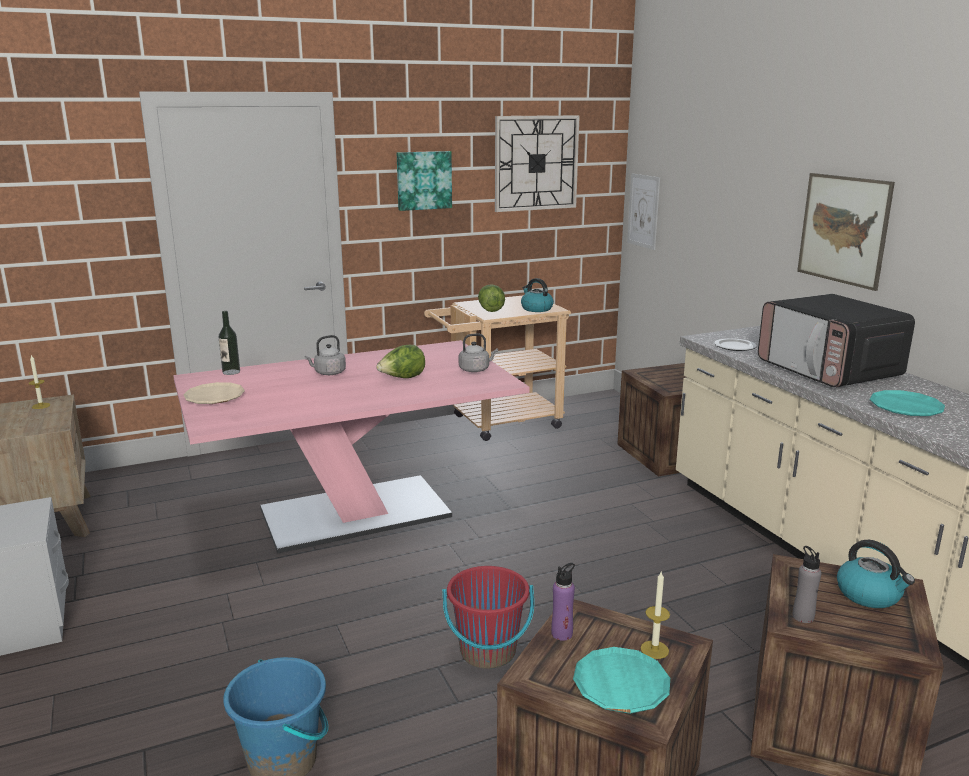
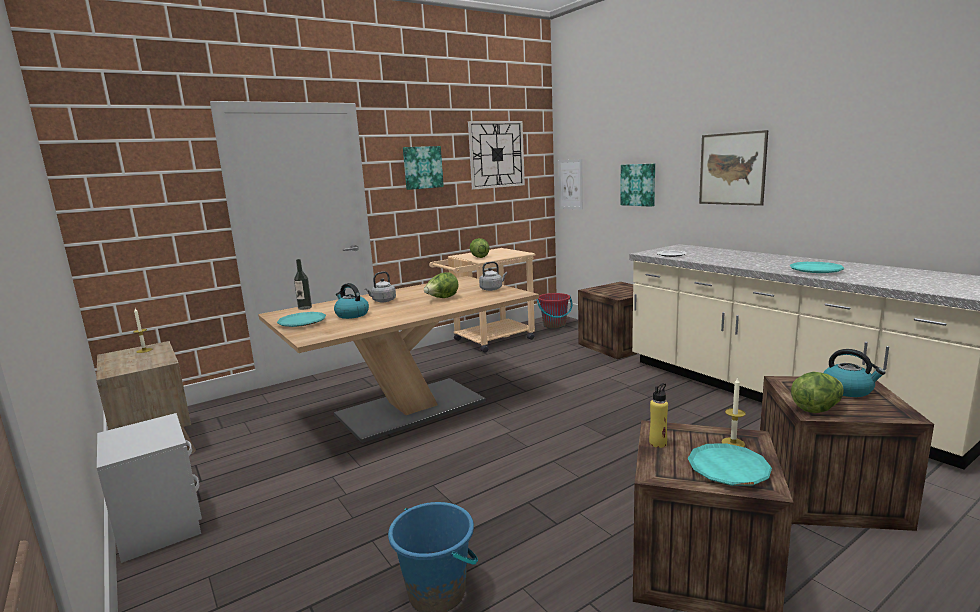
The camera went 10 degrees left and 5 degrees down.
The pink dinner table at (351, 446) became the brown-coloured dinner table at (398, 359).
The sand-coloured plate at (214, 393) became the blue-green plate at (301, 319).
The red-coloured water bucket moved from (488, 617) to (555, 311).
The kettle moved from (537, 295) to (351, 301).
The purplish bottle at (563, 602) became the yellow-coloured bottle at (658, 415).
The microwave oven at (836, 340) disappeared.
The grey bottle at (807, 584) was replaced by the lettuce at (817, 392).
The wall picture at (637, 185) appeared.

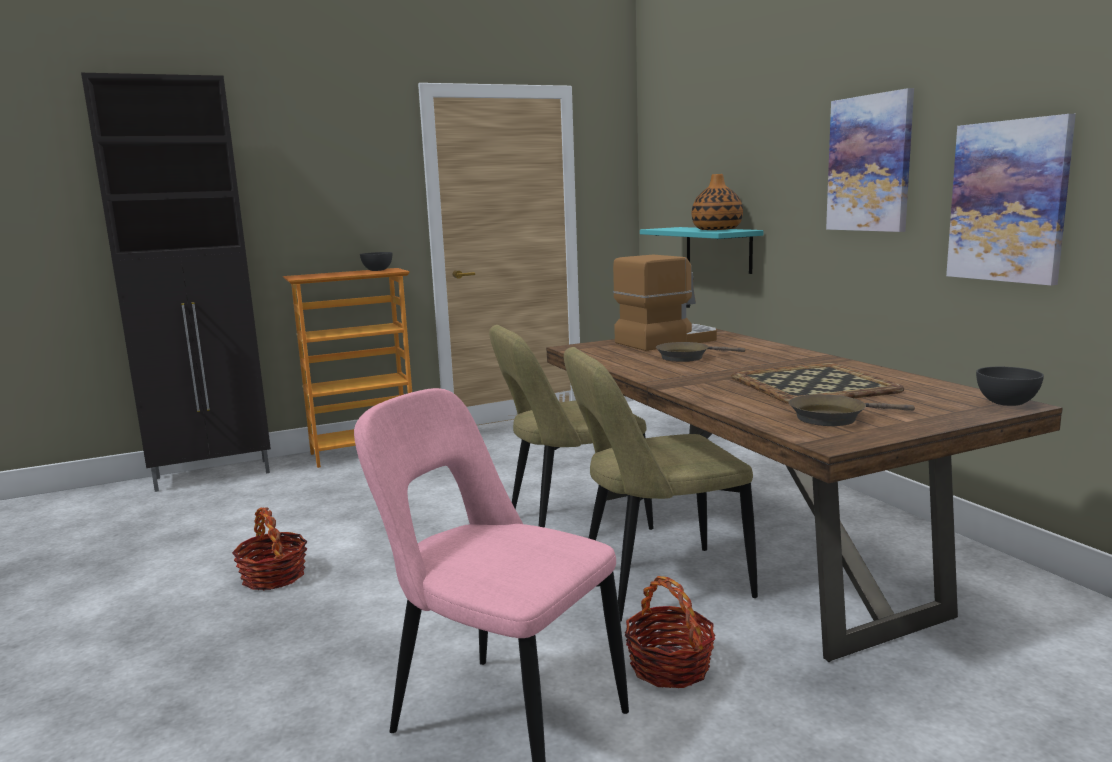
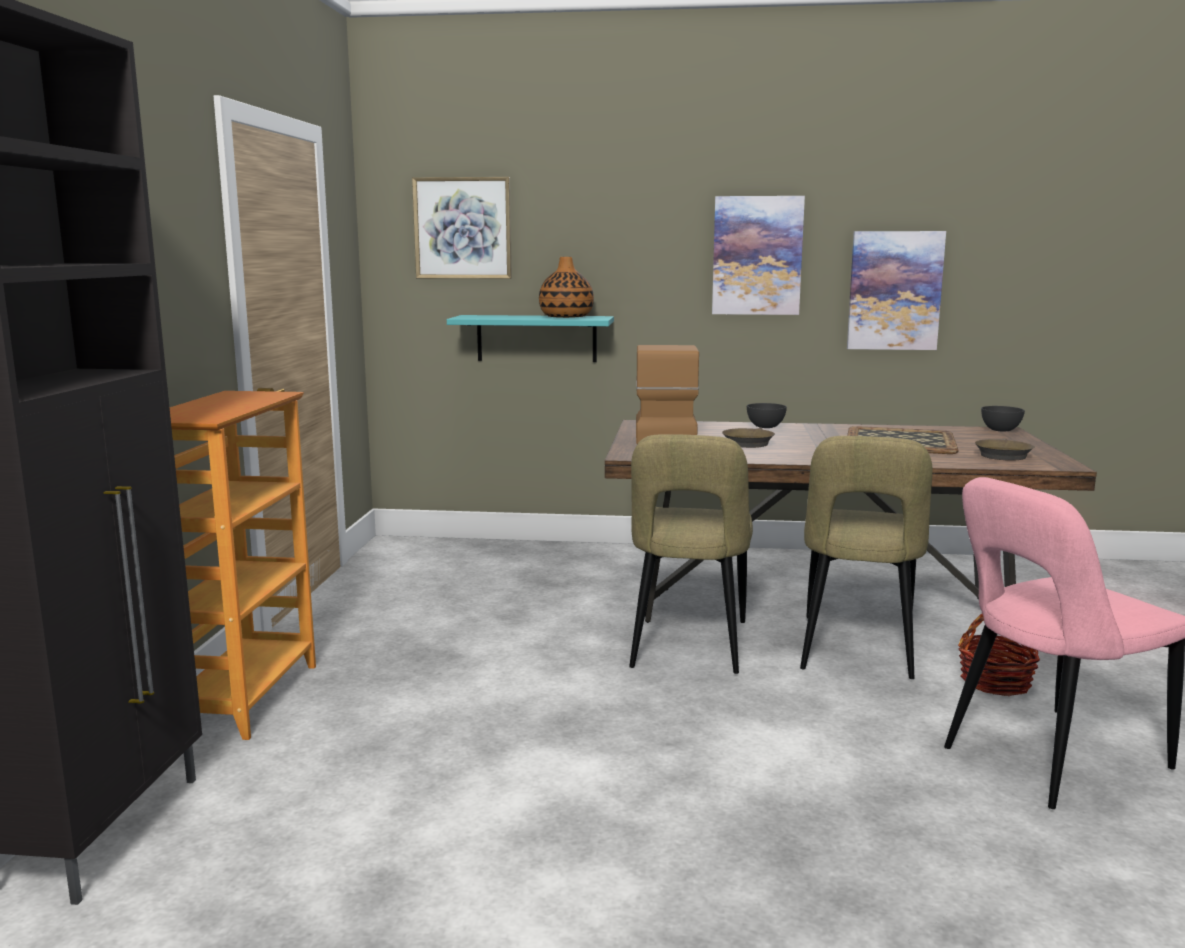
The camera went 60 degrees left and 0 degrees up.
The basket at (269, 548) disappeared.
The grey serving bowl moved from (376, 261) to (767, 415).
The wall picture at (462, 228) appeared.

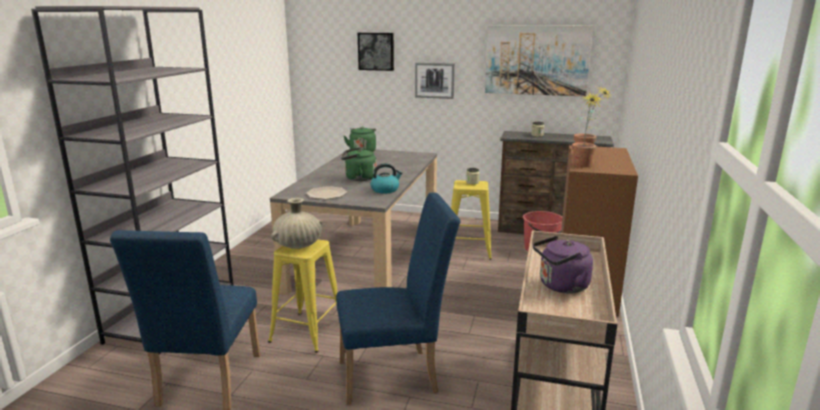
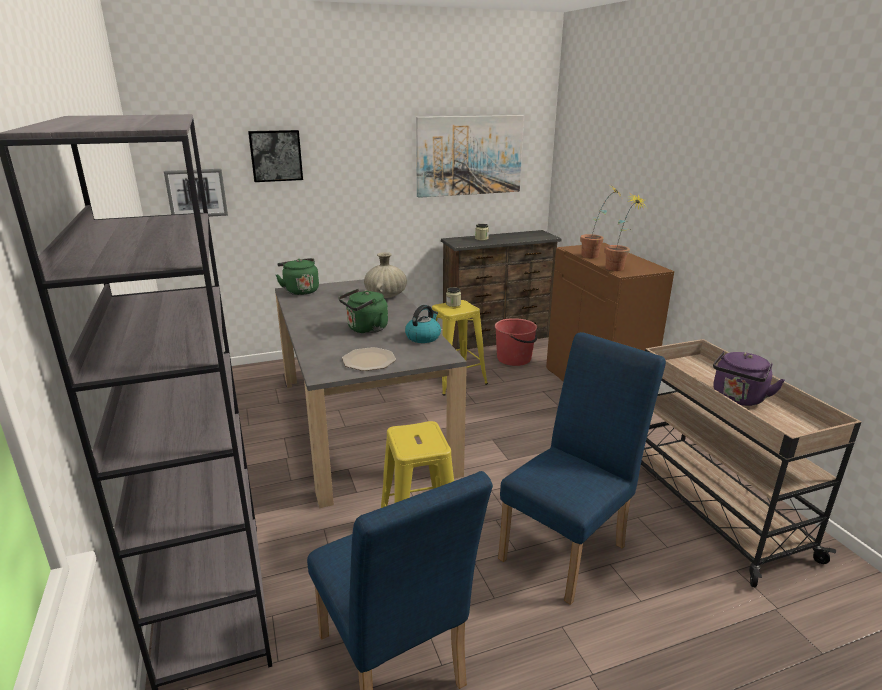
The camera went 35 degrees left and 5 degrees up.
The sand-coloured decorative vase moved from (296, 223) to (385, 275).
The wall picture moved from (435, 80) to (196, 193).

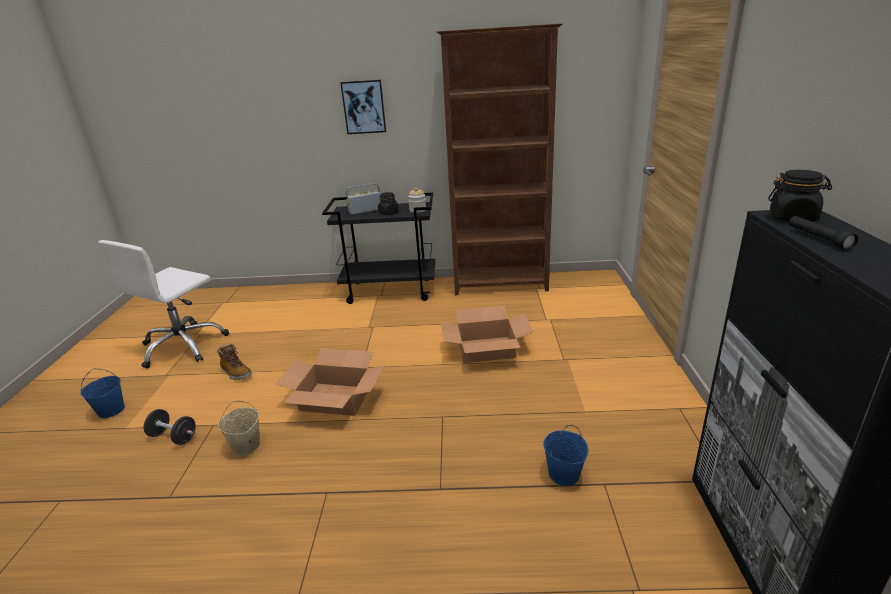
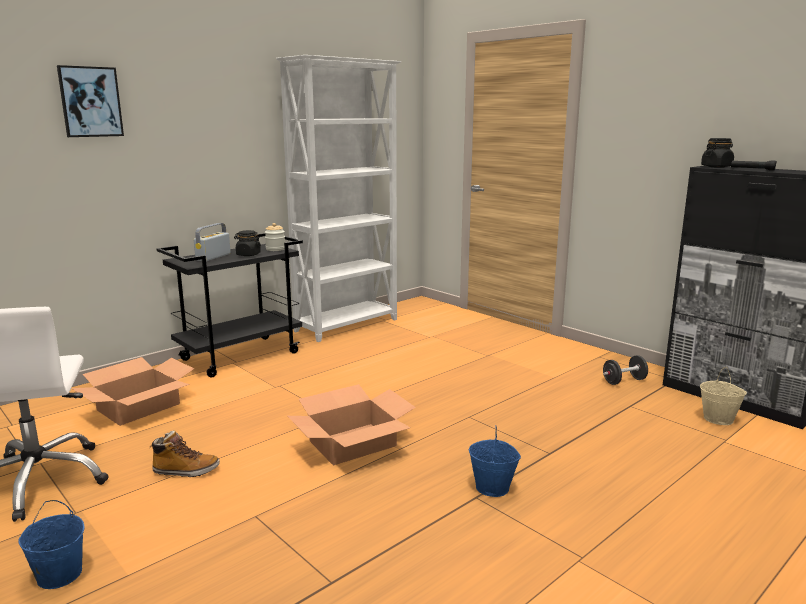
The camera went 45 degrees left and 10 degrees down.
The black-coloured free weight moved from (170, 427) to (625, 370).
The sand-coloured water bucket moved from (239, 428) to (723, 396).
The wall picture moved from (363, 107) to (90, 101).
The brown-coloured bookcase at (500, 159) became the whitish bookcase at (338, 198).
The cardboard box moved from (487, 334) to (132, 391).
The blue water bucket moved from (565, 455) to (495, 462).

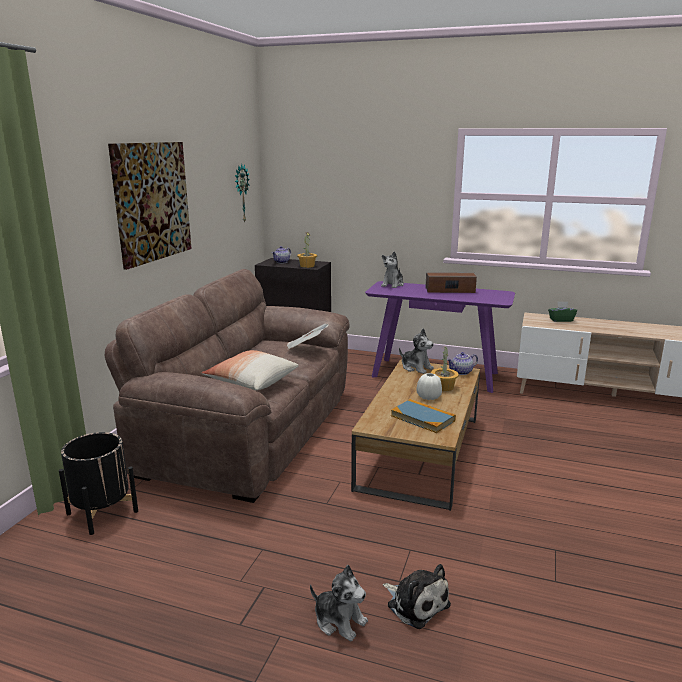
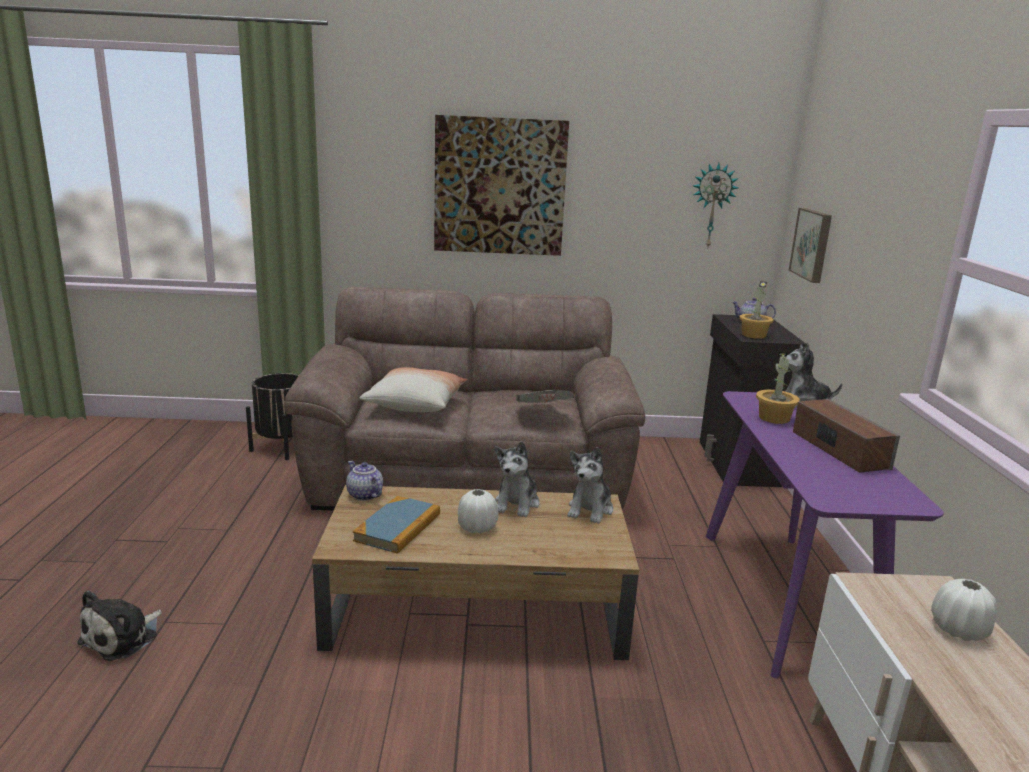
The camera went 70 degrees right and 0 degrees up.
The cuddly toy moved from (339, 603) to (517, 479).
The houseplant moved from (445, 368) to (778, 388).
The tea pot moved from (462, 363) to (364, 481).
The green-coloured box of tissues at (562, 311) was replaced by the whitish decorative vase at (964, 610).
The wall picture at (810, 245) appeared.

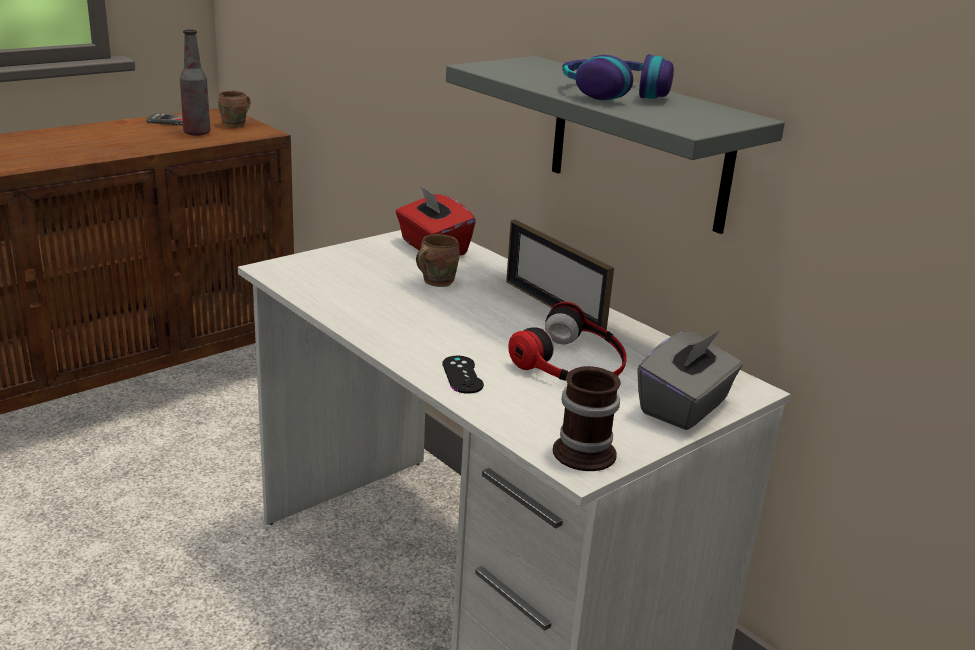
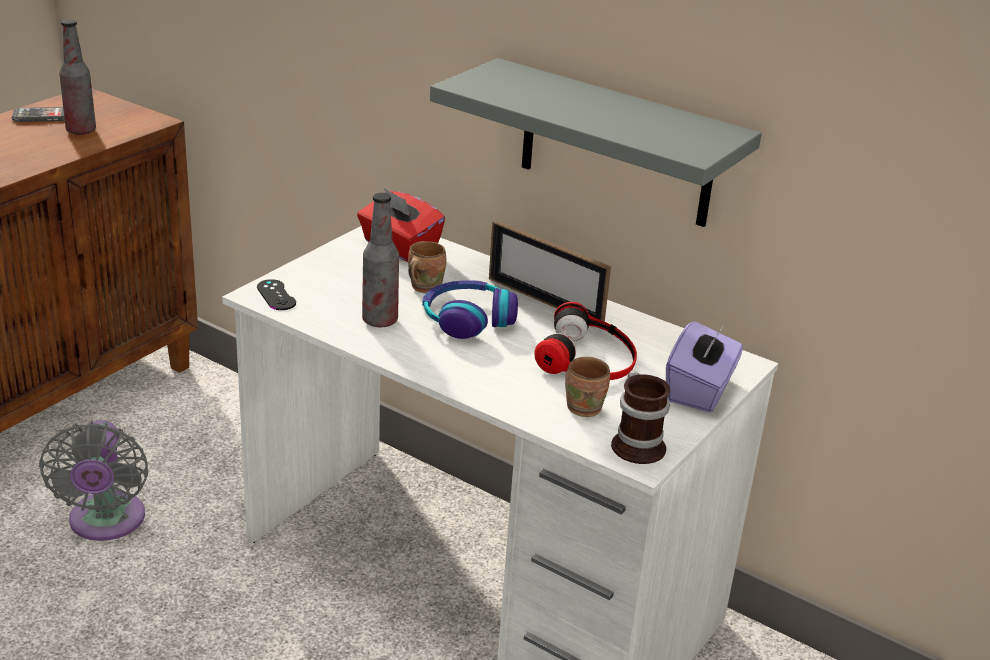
The camera went 15 degrees left and 5 degrees up.
The brown-coloured coffee mug moved from (234, 109) to (587, 387).
The black-coloured joypad moved from (463, 375) to (276, 294).
The headphones moved from (618, 77) to (470, 309).
The grey box of tissues at (690, 380) became the purplish box of tissues at (704, 366).
The grey electric fan at (94, 480) appeared.
The bottle at (380, 260) appeared.

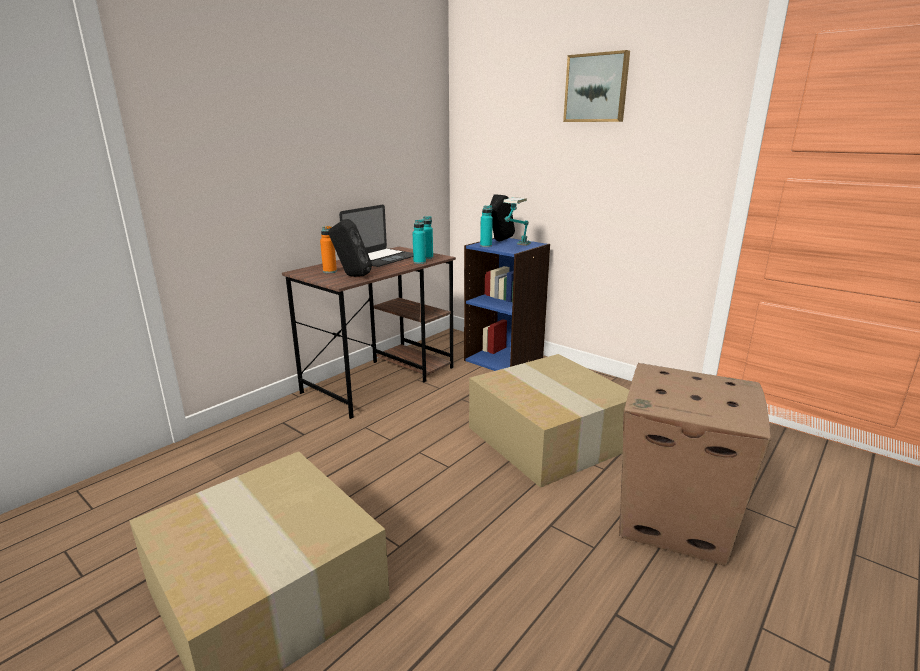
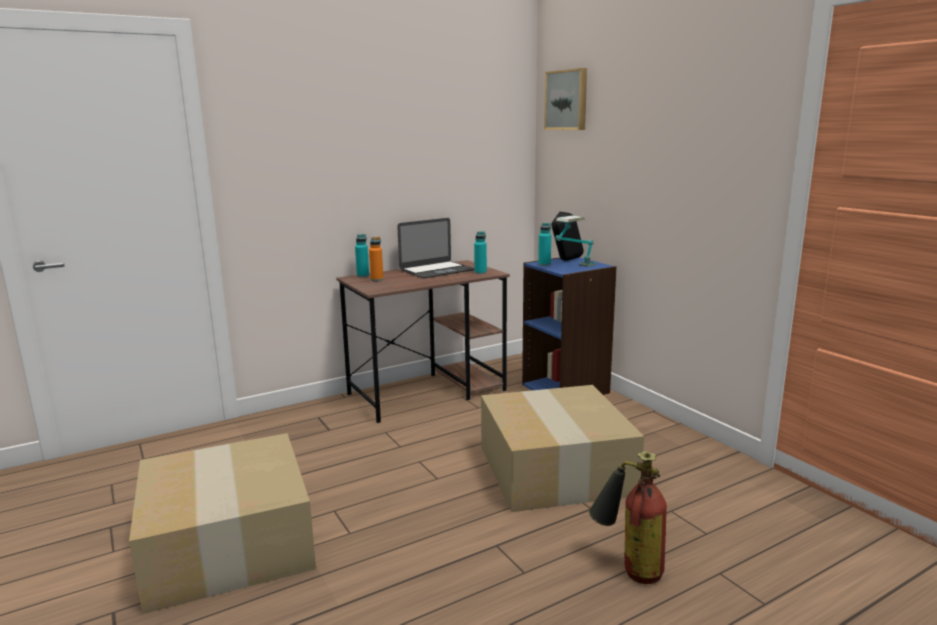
The camera went 20 degrees right and 5 degrees down.
The black-coloured audio speaker at (350, 248) disappeared.
The blue-green bottle moved from (419, 241) to (362, 255).
The wall picture moved from (596, 86) to (565, 99).
The cardboard box at (695, 464) was replaced by the extinguisher at (628, 517).

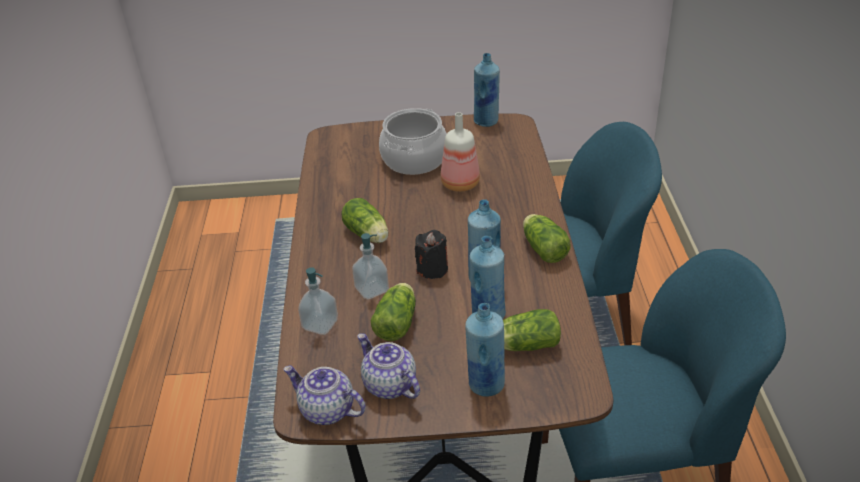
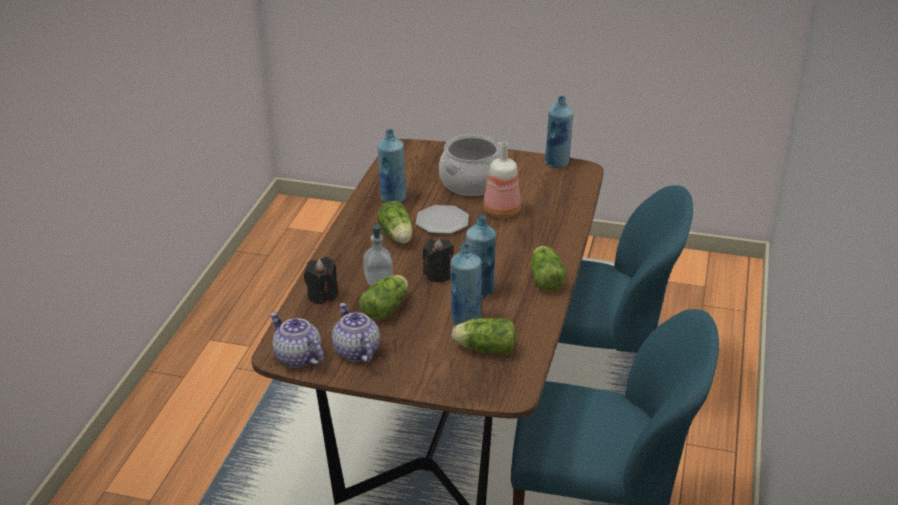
The camera went 15 degrees right and 5 degrees down.
The soap bottle at (318, 301) was replaced by the black-coloured wax candle at (321, 281).
The blue bottle moved from (485, 350) to (392, 166).
The plate at (442, 219) appeared.

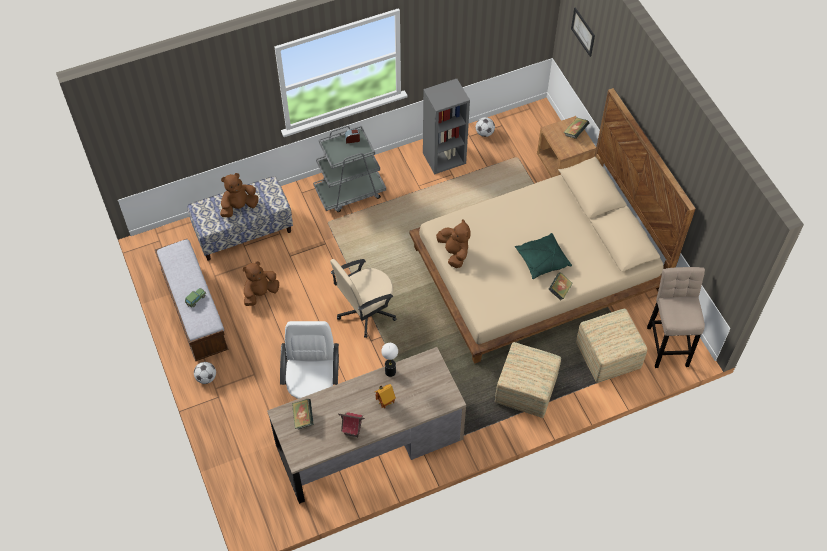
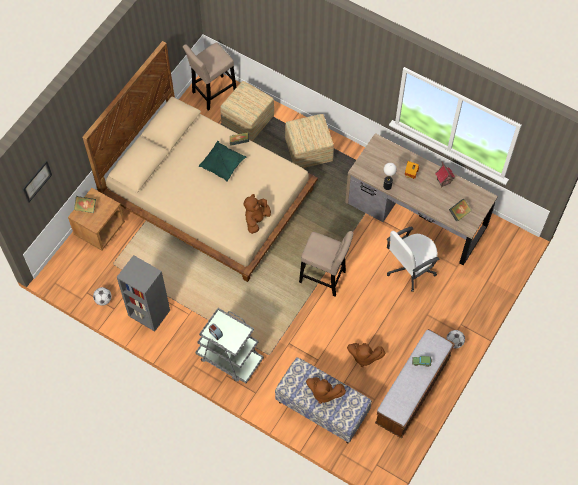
The camera went 125 degrees left and 5 degrees up.
The sand-coloured office chair at (363, 298) was replaced by the sand-coloured stool seat at (326, 264).

